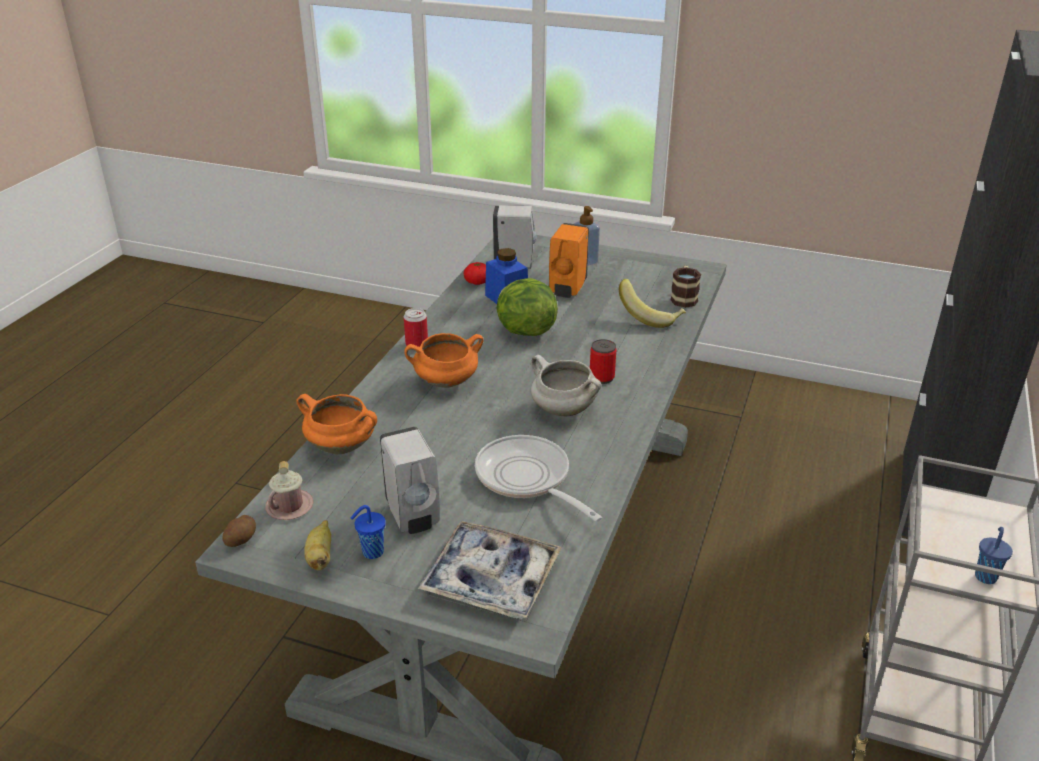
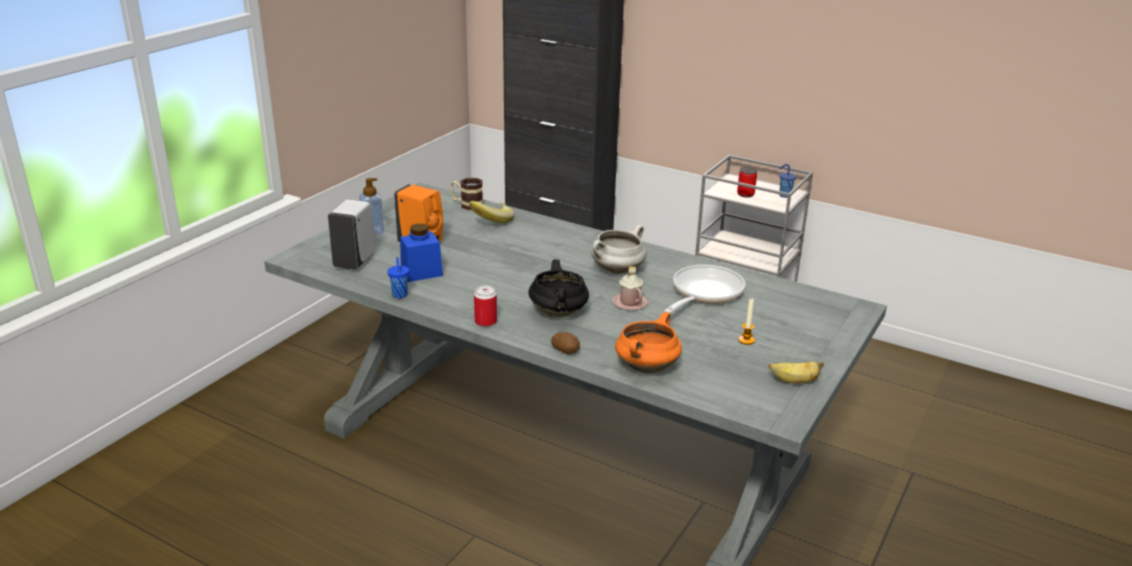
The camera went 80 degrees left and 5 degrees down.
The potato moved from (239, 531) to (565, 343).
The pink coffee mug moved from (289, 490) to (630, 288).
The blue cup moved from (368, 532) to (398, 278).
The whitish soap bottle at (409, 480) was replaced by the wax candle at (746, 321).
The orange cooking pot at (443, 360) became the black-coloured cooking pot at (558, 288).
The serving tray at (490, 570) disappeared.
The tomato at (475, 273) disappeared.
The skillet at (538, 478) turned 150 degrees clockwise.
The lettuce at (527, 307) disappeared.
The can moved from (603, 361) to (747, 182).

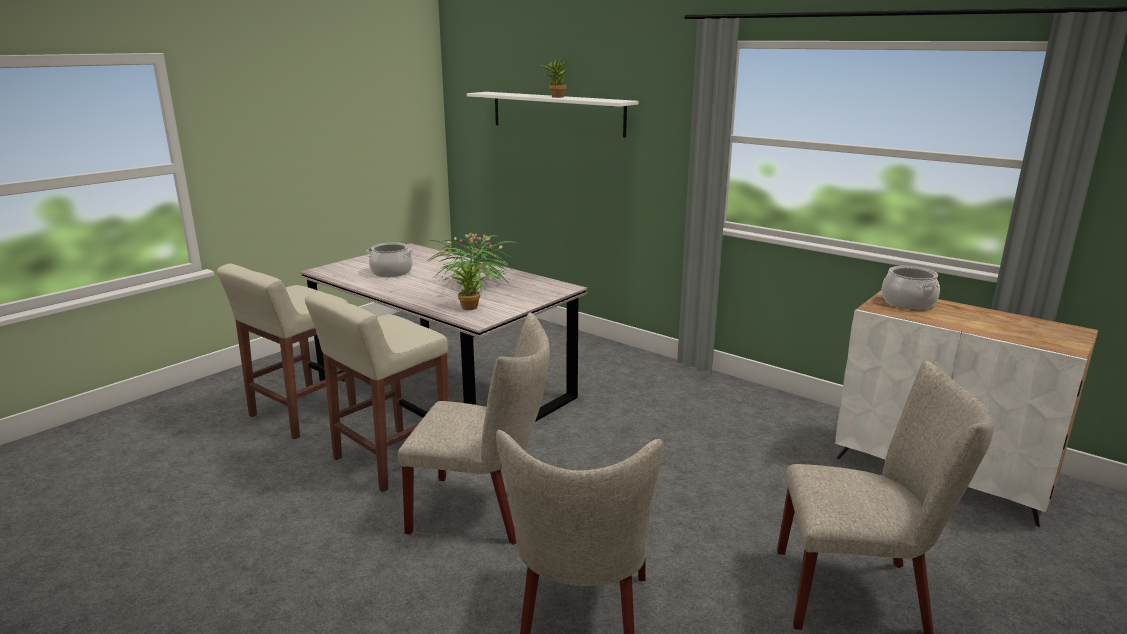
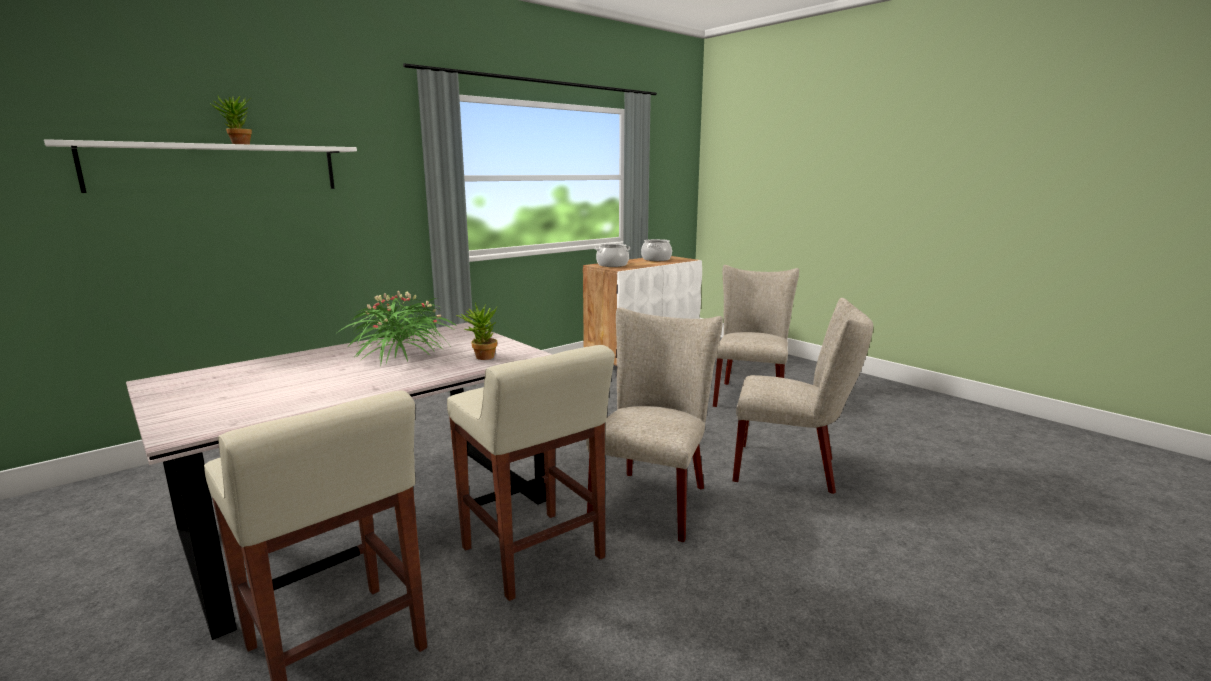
The camera went 80 degrees left and 5 degrees down.
The cooking pot moved from (390, 259) to (656, 250).

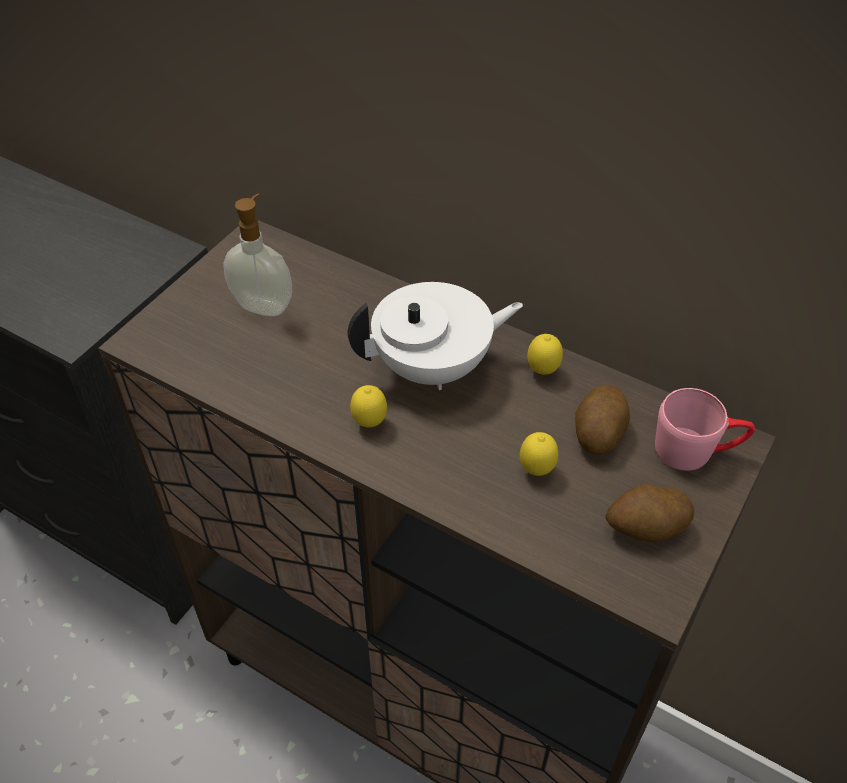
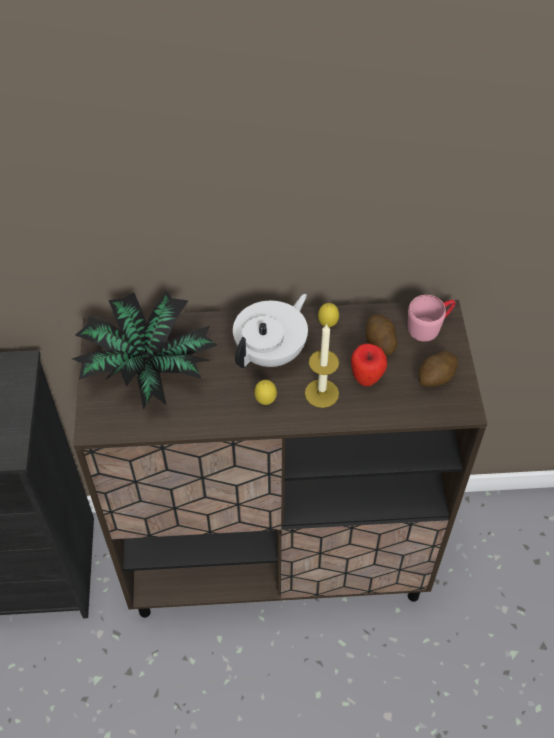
The camera went 35 degrees left and 5 degrees up.
The soap bottle at (258, 254) was replaced by the houseplant at (145, 350).
The citrus fruit at (539, 454) was replaced by the whole apple at (369, 365).
The wax candle at (322, 366) appeared.

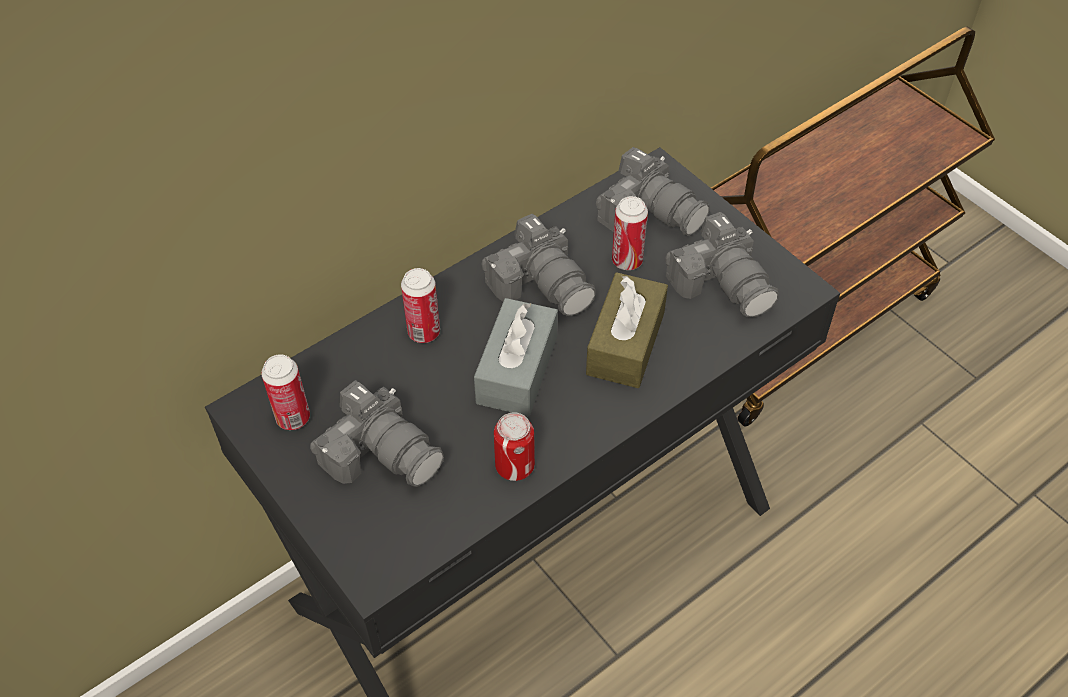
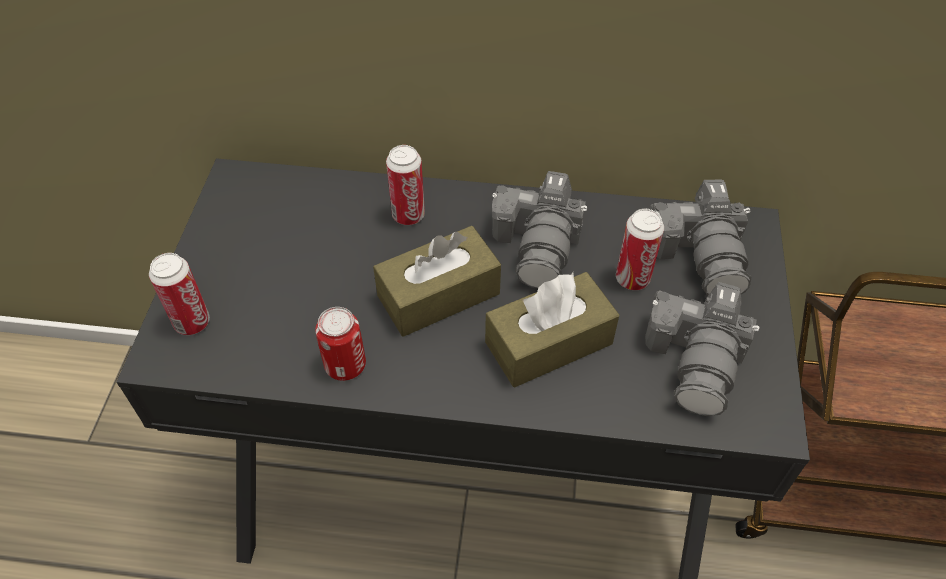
The camera went 45 degrees right and 0 degrees up.
The can moved from (285, 392) to (179, 294).
The still camera at (377, 433) disappeared.
The grey box of tissues at (516, 357) became the brown-coloured box of tissues at (437, 281).

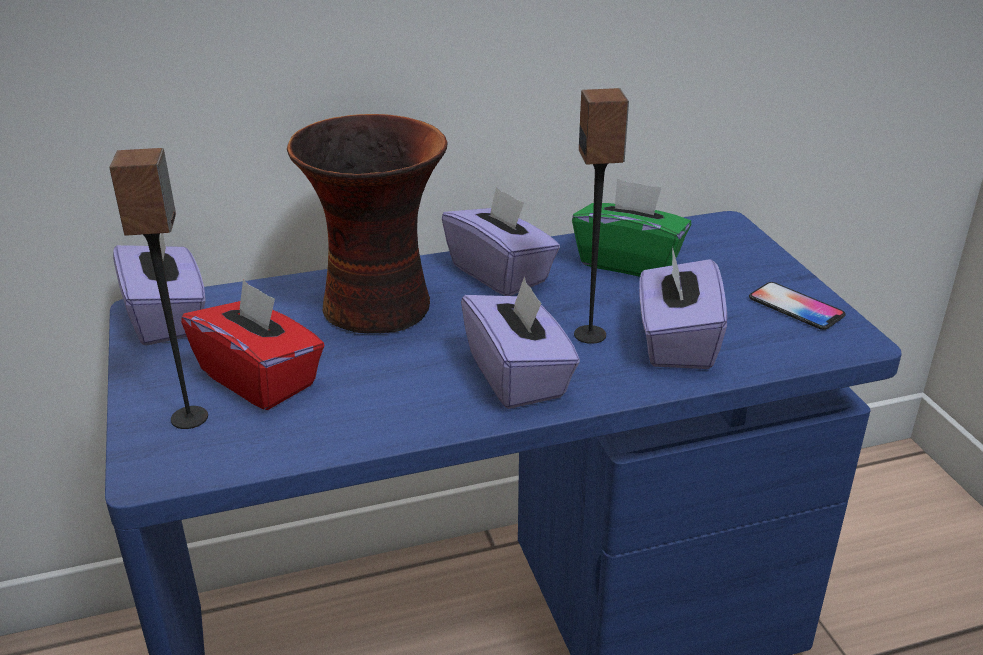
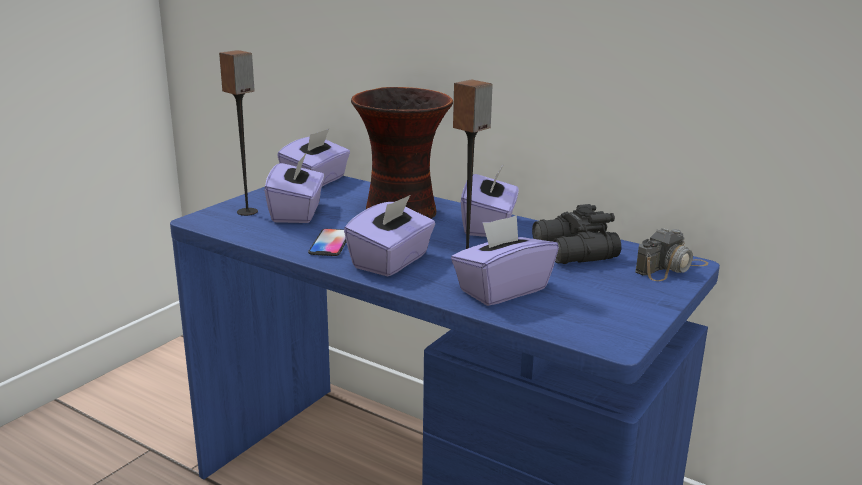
The camera went 50 degrees right and 10 degrees down.
The red-coloured box of tissues at (253, 344) became the purplish box of tissues at (294, 187).
The green-coloured box of tissues at (631, 227) was replaced by the black-coloured binoculars at (576, 234).
The handset moved from (797, 306) to (327, 242).
The still camera at (672, 254) appeared.

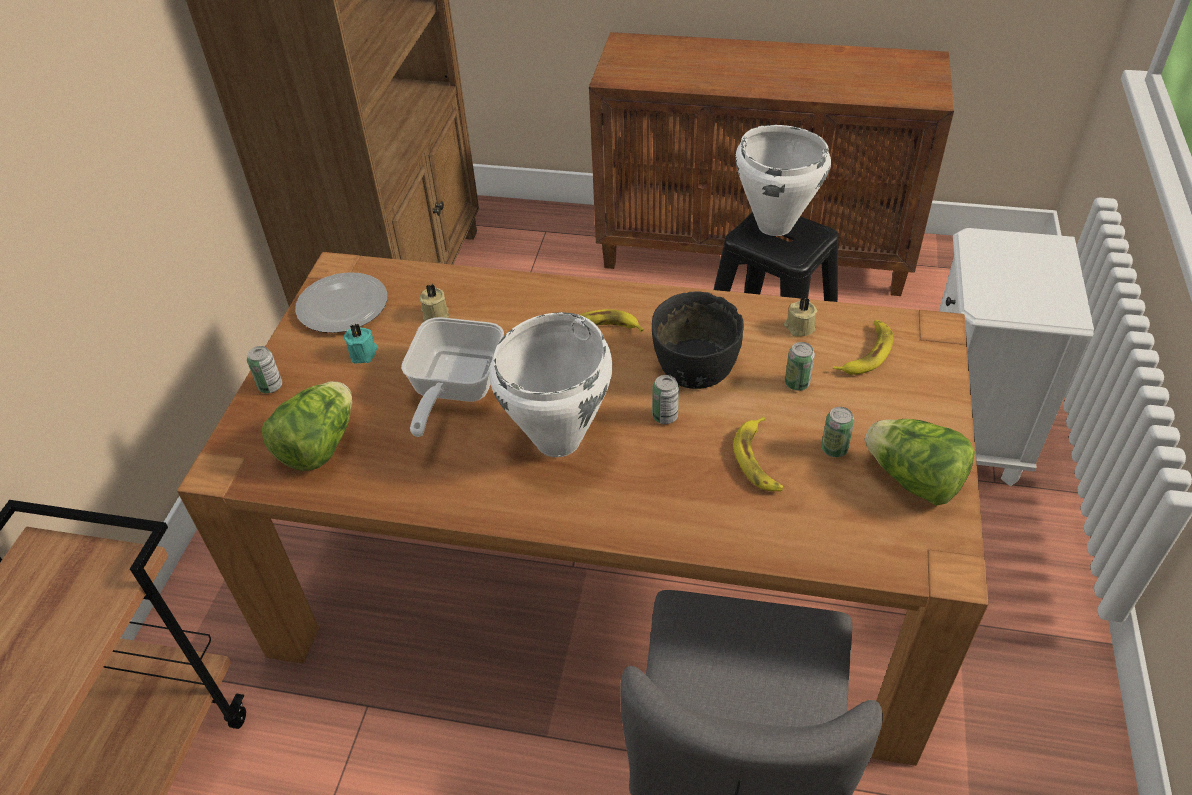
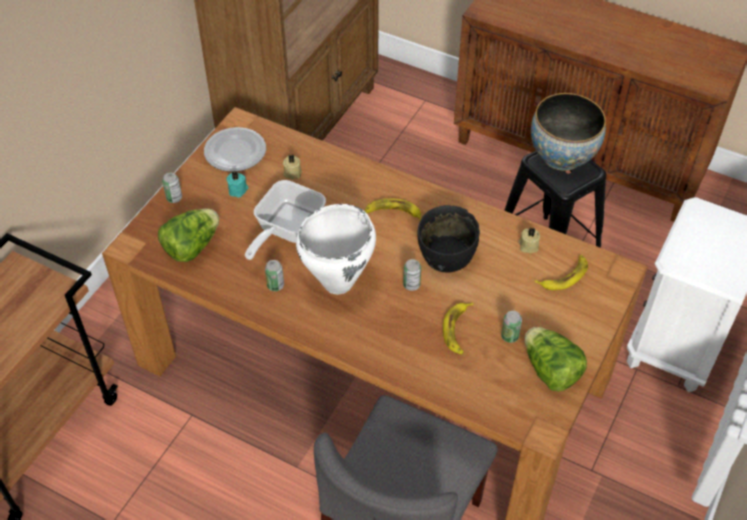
The camera went 15 degrees right and 5 degrees up.
The whitish cooking pot at (783, 180) was replaced by the serving bowl at (568, 132).
The can moved from (800, 366) to (274, 275).

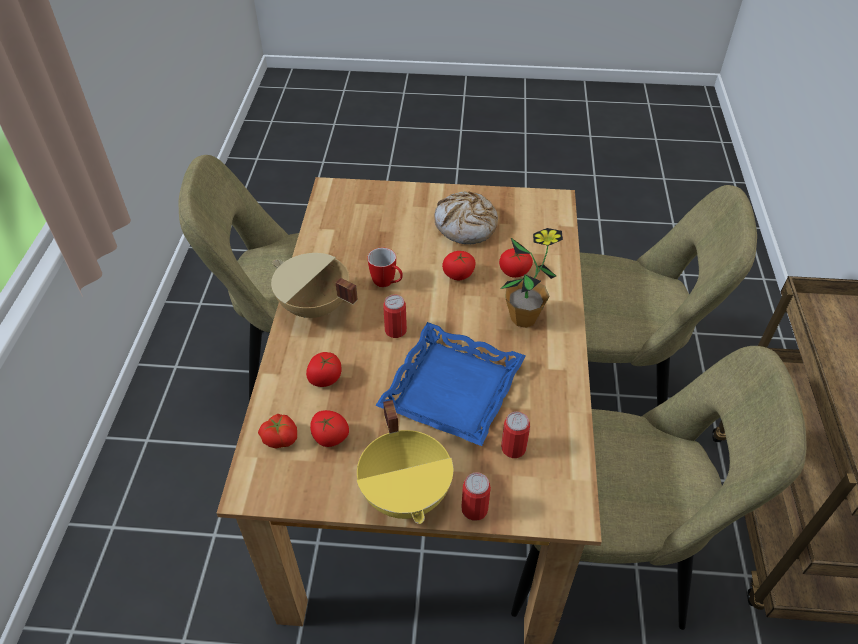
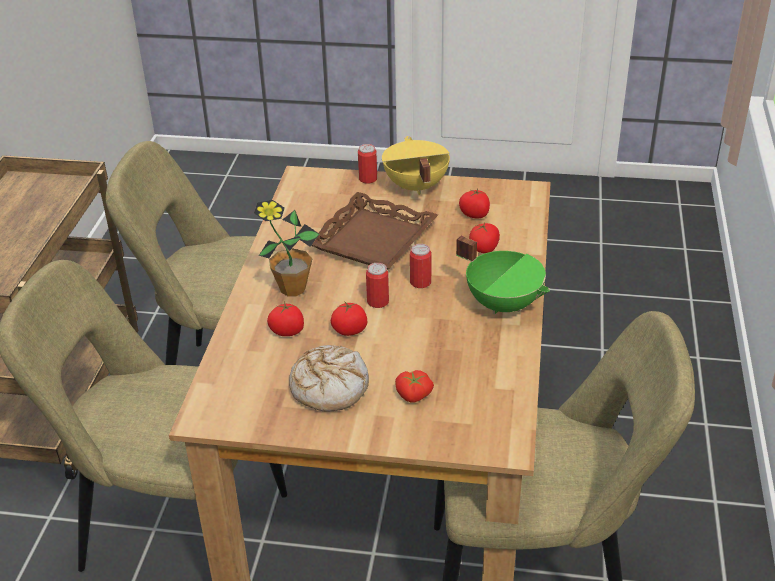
The camera went 175 degrees left and 10 degrees down.
The tomato moved from (277, 431) to (414, 386).
The sand-coloured cooking pot at (314, 285) became the green-coloured cooking pot at (503, 275).
The coffee mug at (385, 267) disappeared.
The blue serving tray at (450, 384) became the brown-coloured serving tray at (374, 231).
The can moved from (515, 435) to (377, 285).

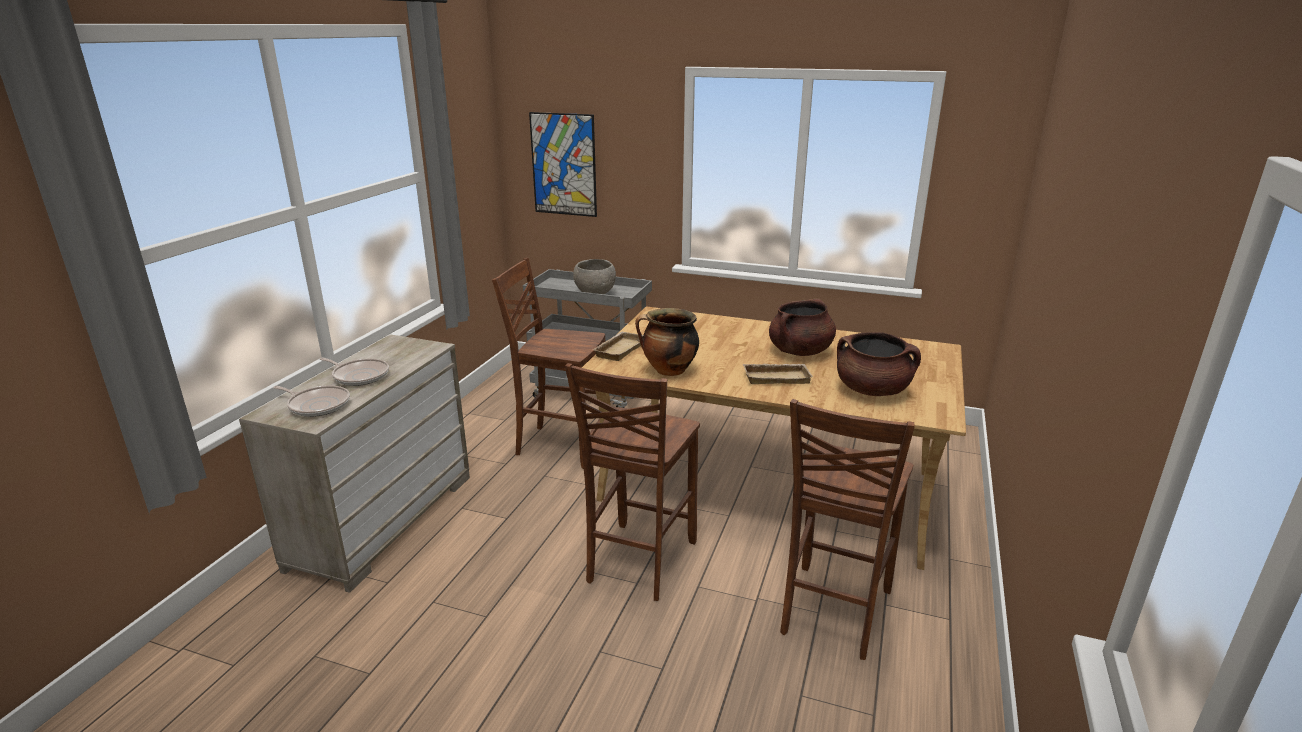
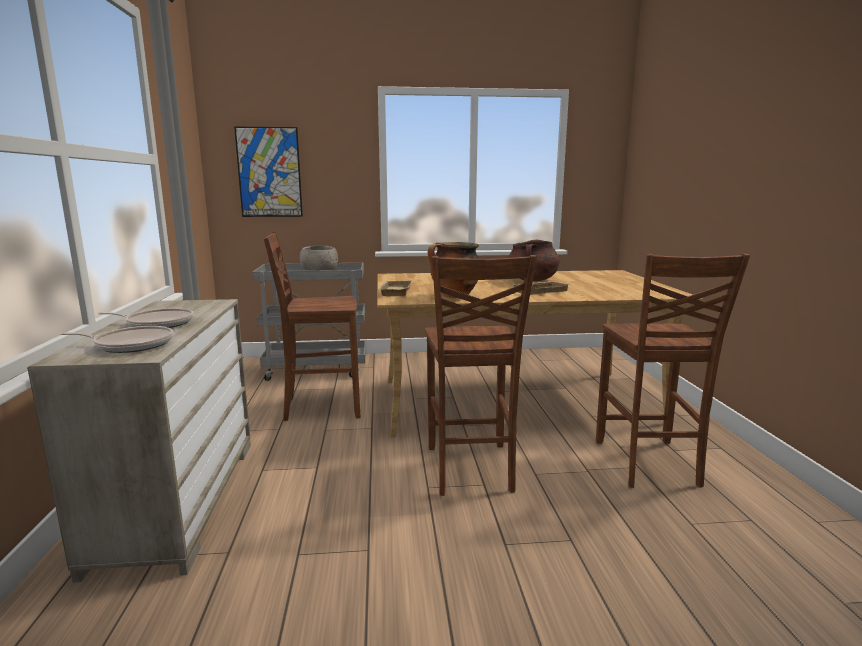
The camera went 25 degrees left and 10 degrees down.
The brown-coloured cooking pot at (879, 364) disappeared.

